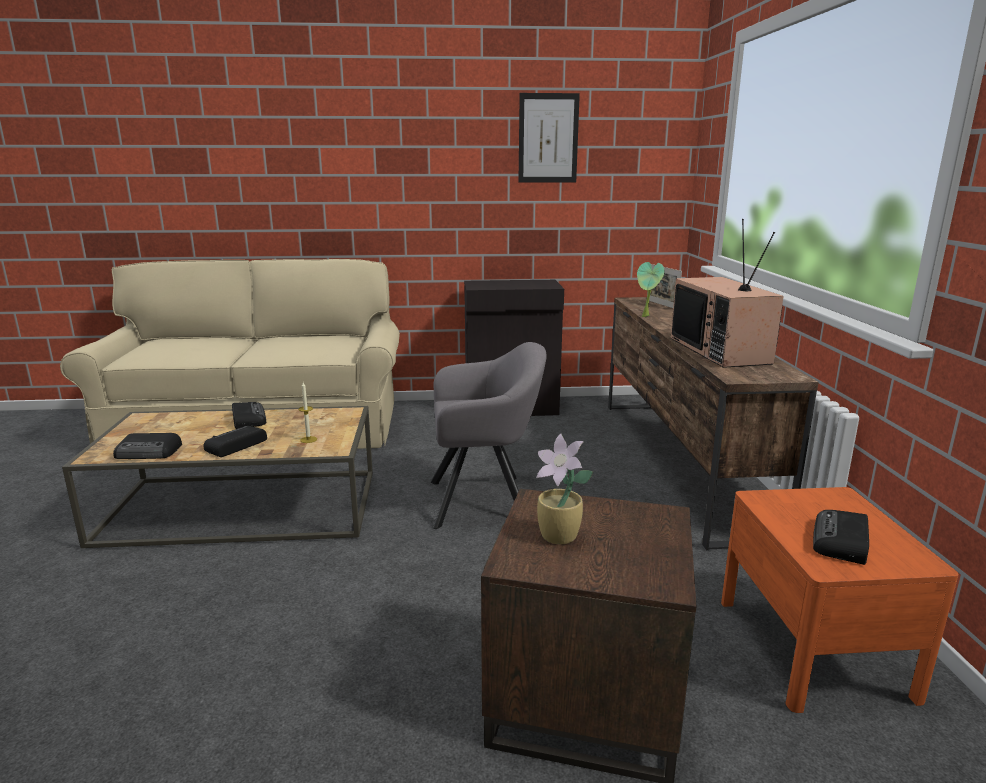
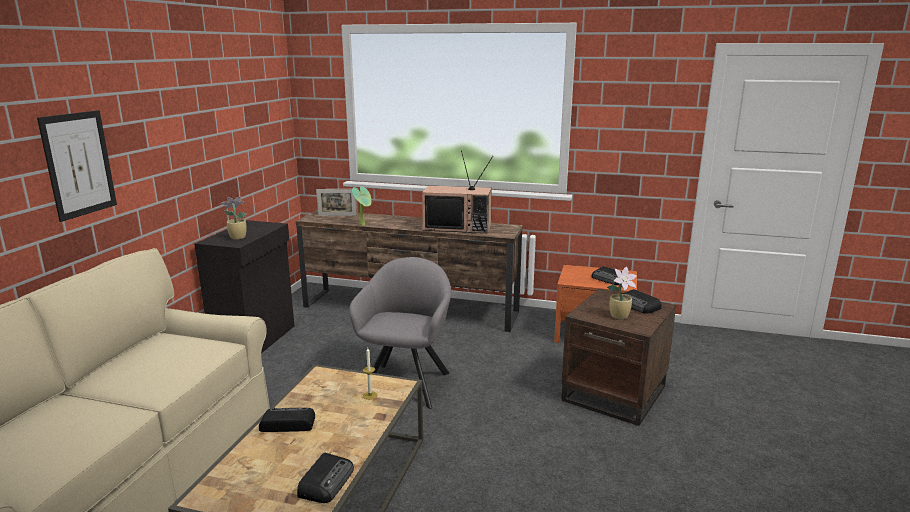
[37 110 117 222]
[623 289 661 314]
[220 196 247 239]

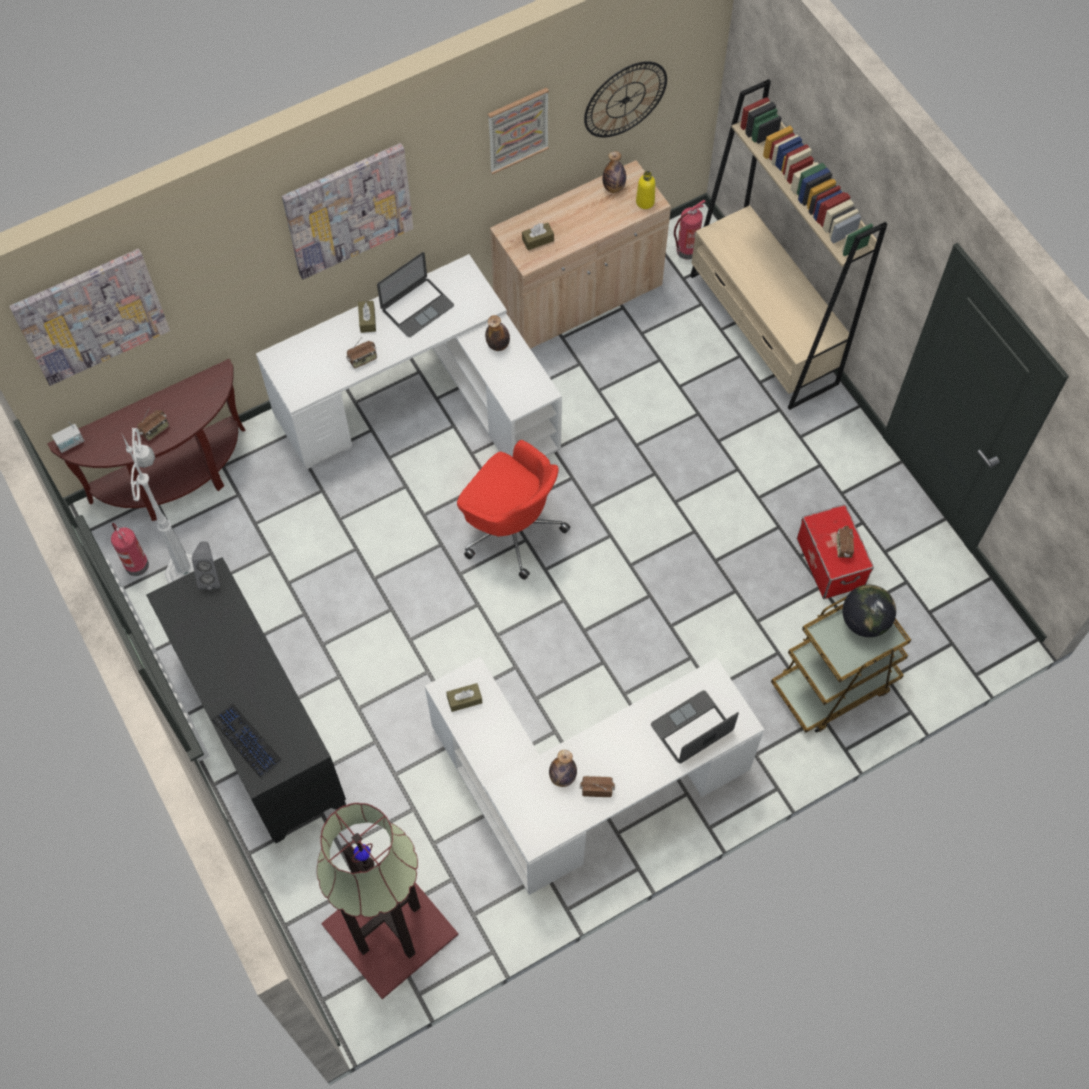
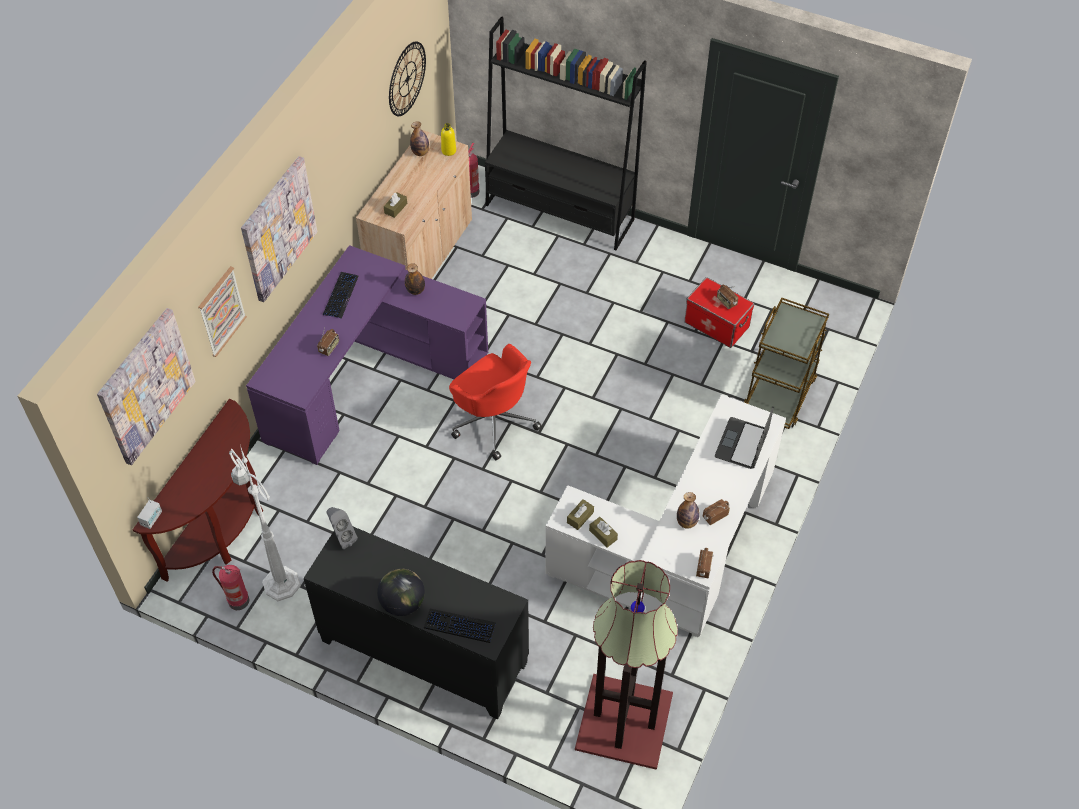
[485 16 647 250]
[198 266 247 357]
[323 272 359 319]
[246 245 488 465]
[589 517 618 547]
[696 548 714 578]
[449 344 542 460]
[377 568 425 616]

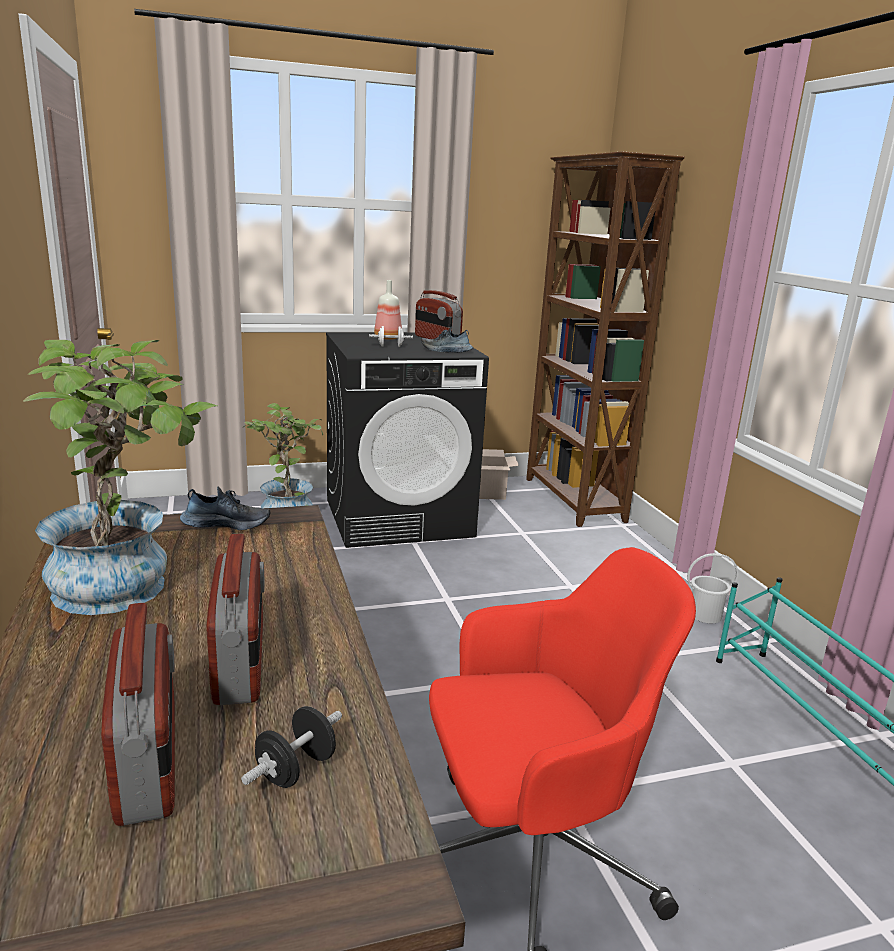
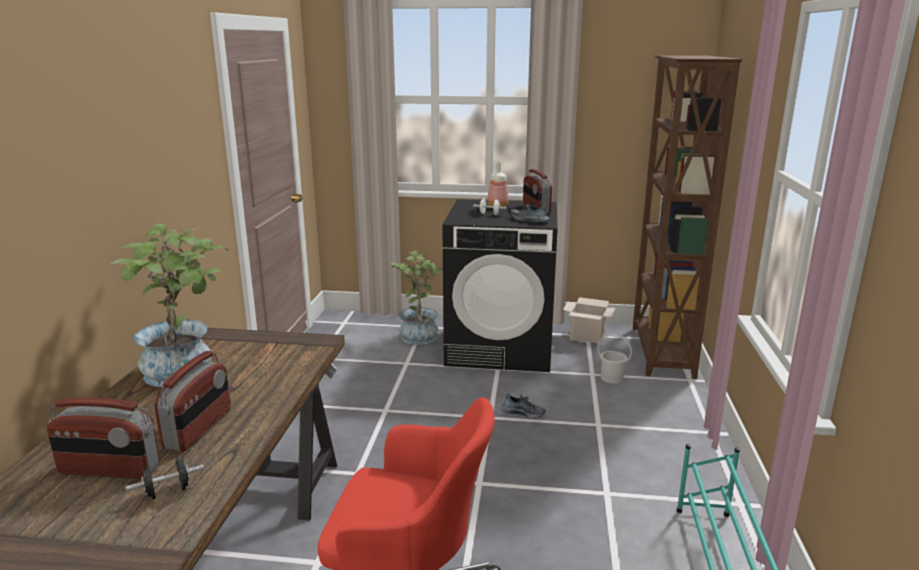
[501 394 546 419]
[597 334 632 384]
[47 398 160 479]

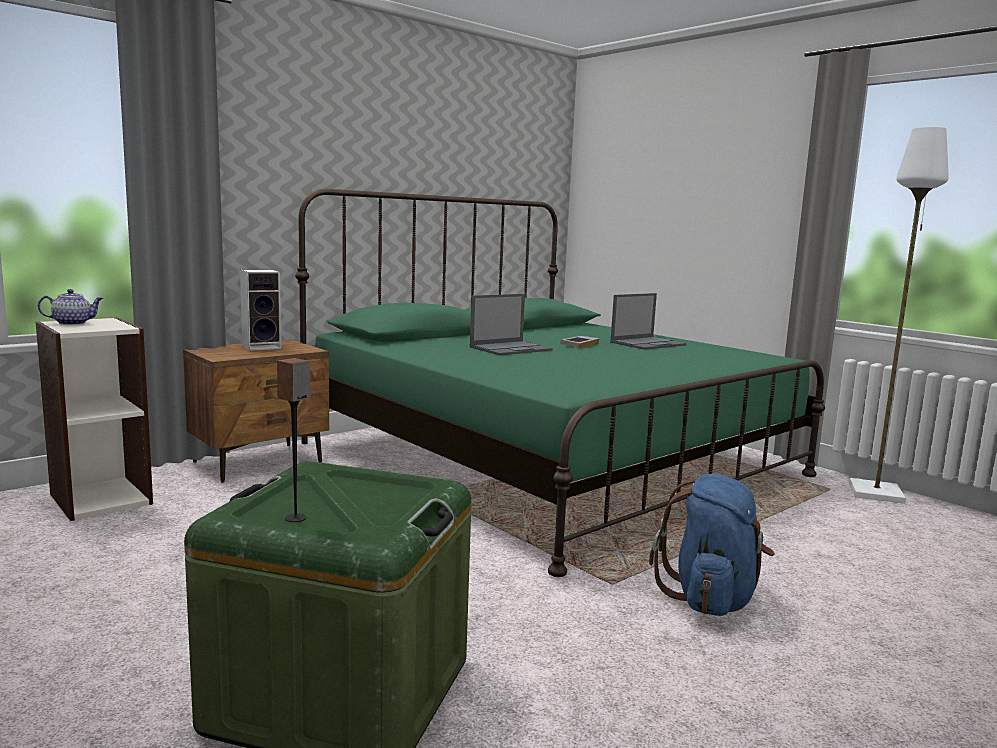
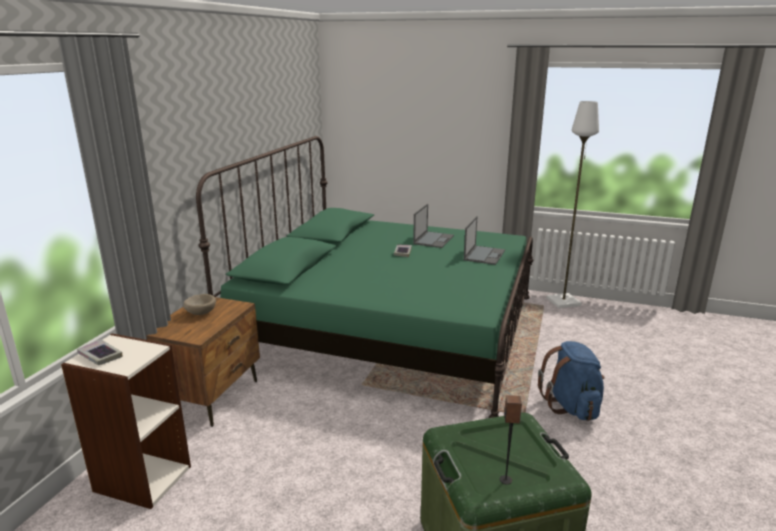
[183 294 216 315]
[77 339 123 365]
[464 216 505 265]

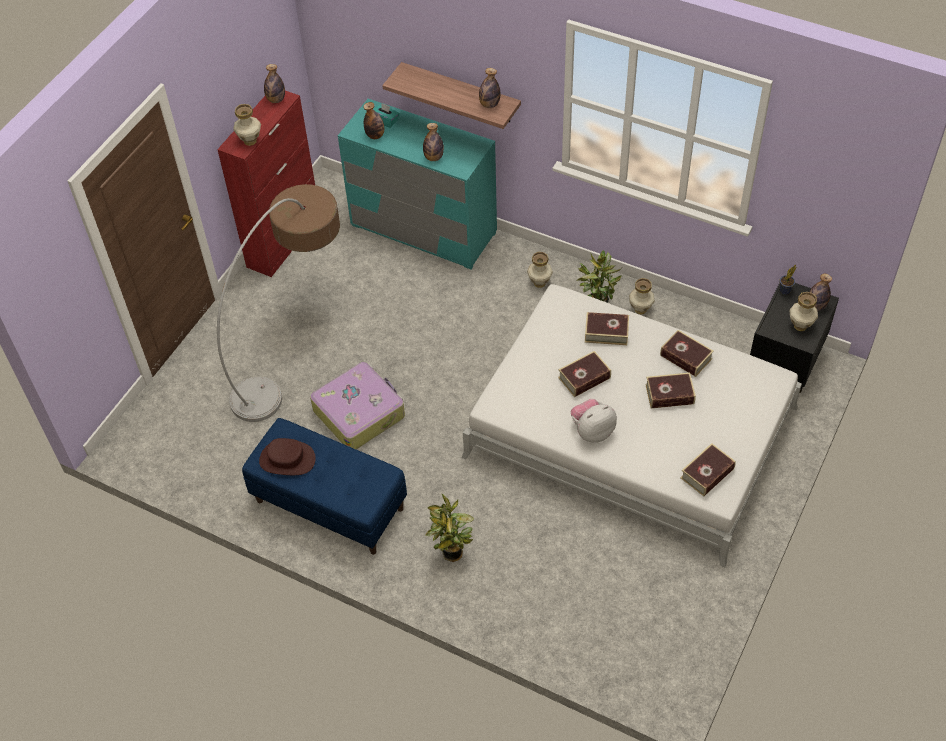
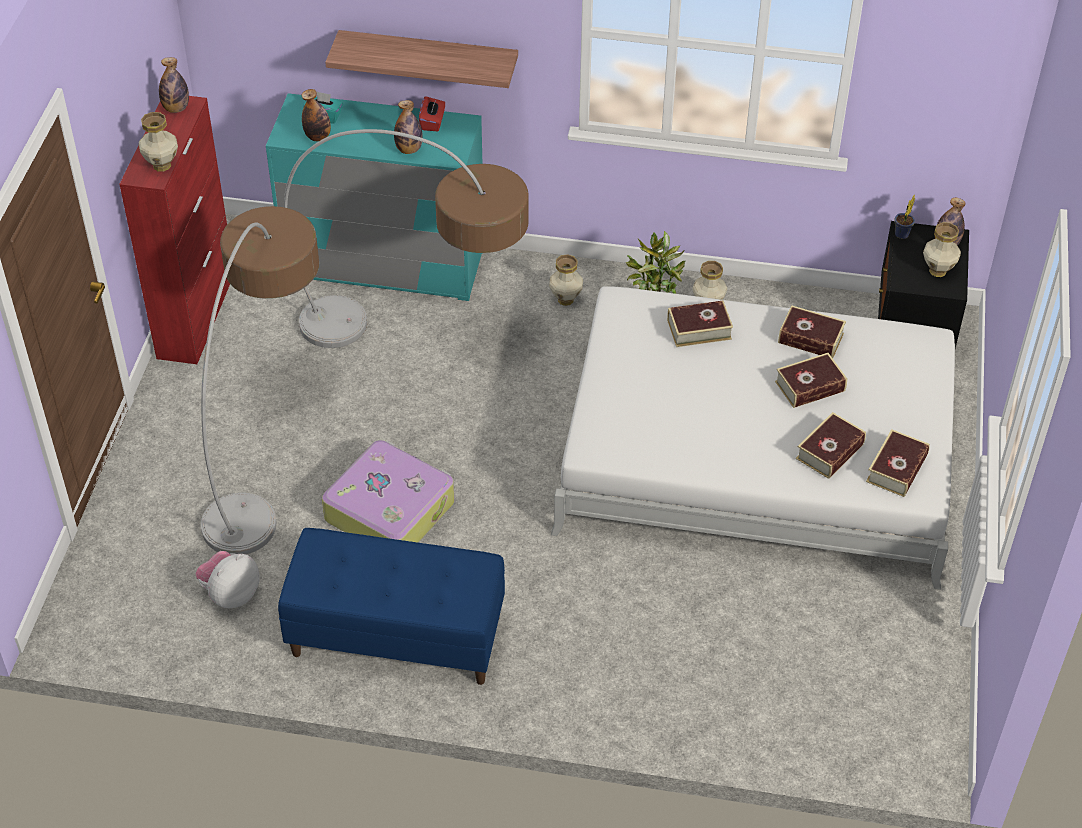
[479 68 500 108] (first image)
[796 412 866 479]
[196 551 260 608]
[259 438 316 475] (first image)
[425 494 474 562] (first image)
[419 96 445 131]
[284 129 529 348]

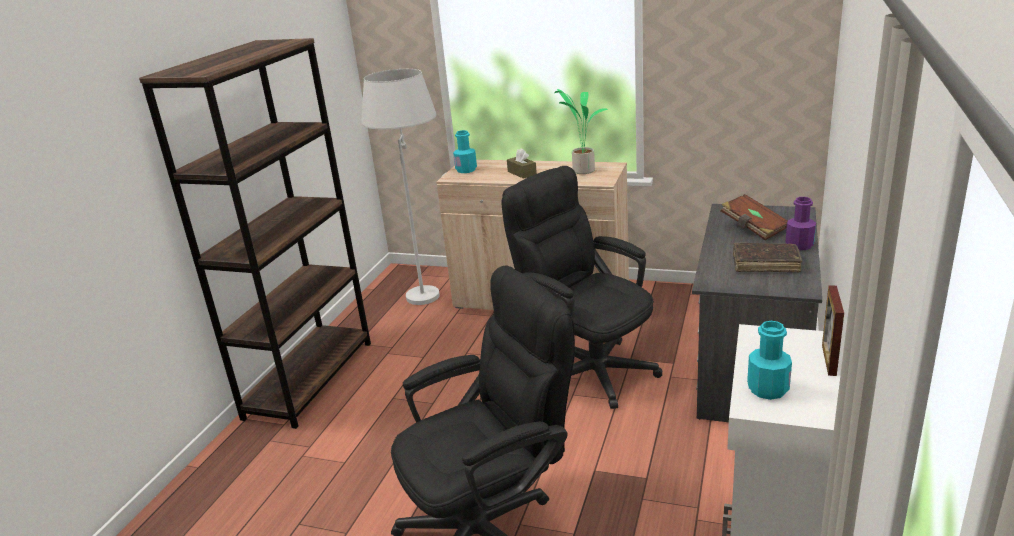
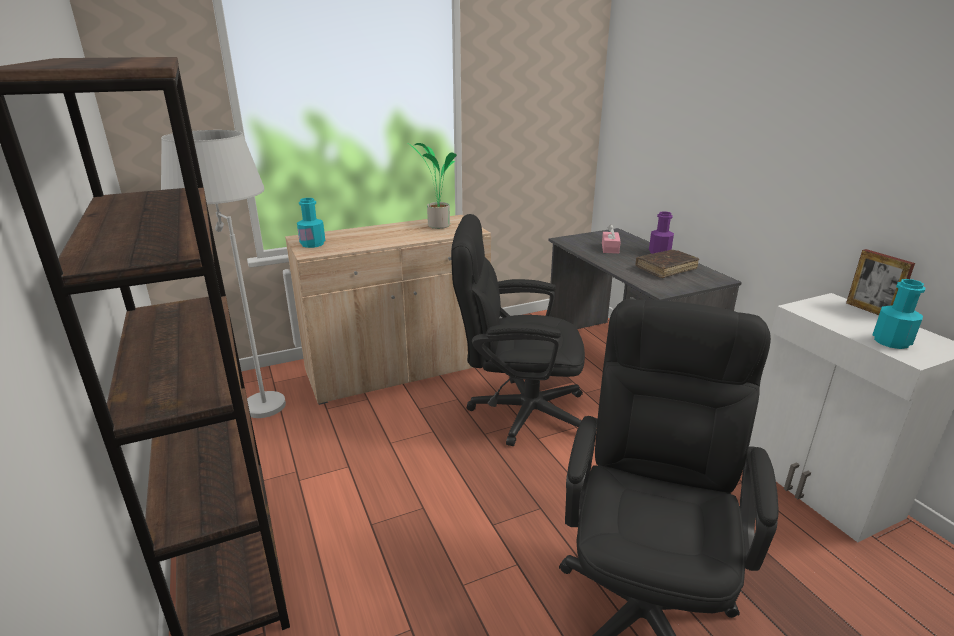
[507 148 537 179] (first image)
[602 224 621 254]

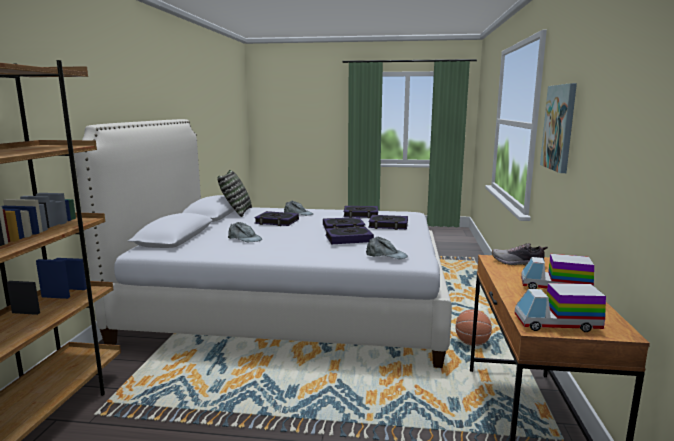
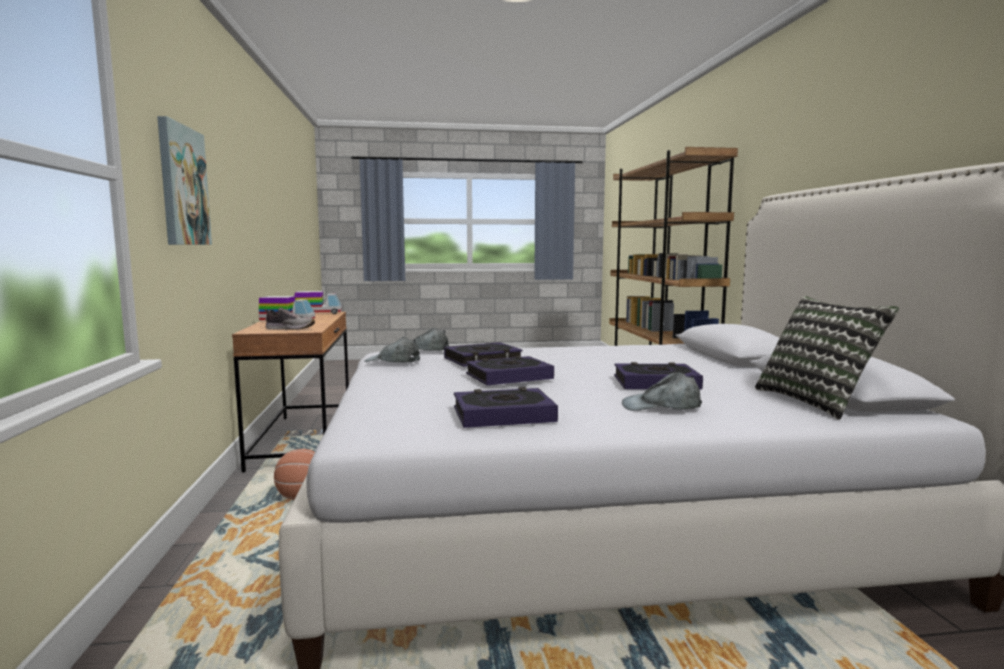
[368 215 408 230] (first image)
[364 337 420 362]

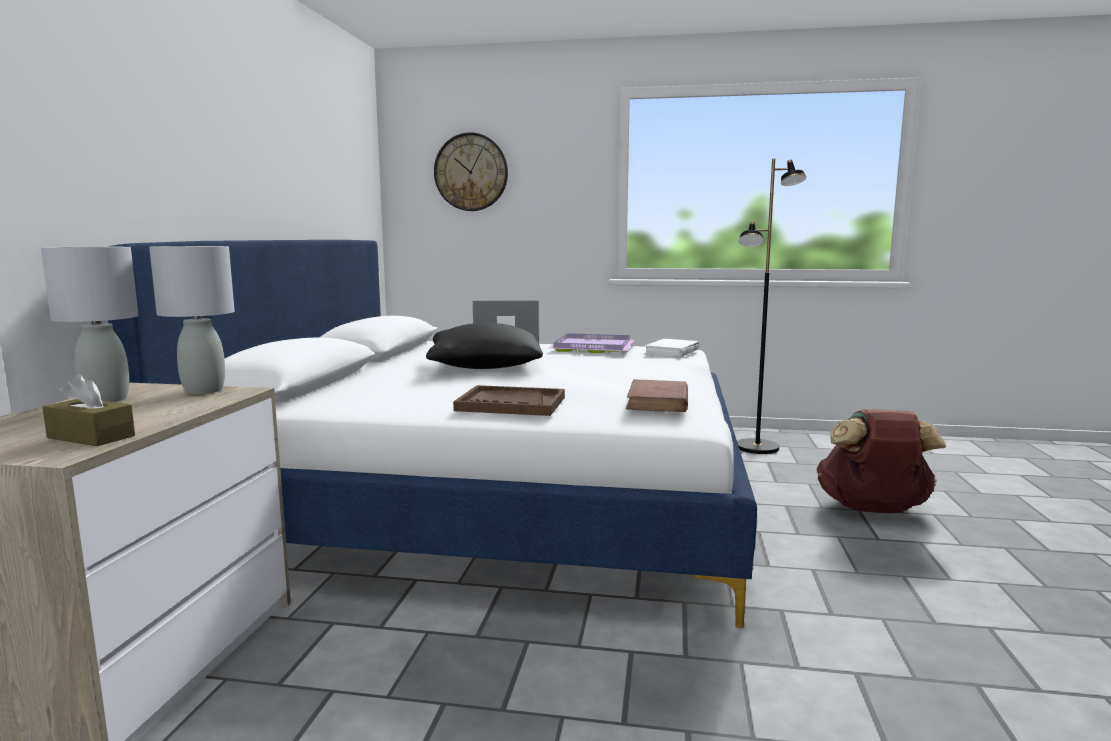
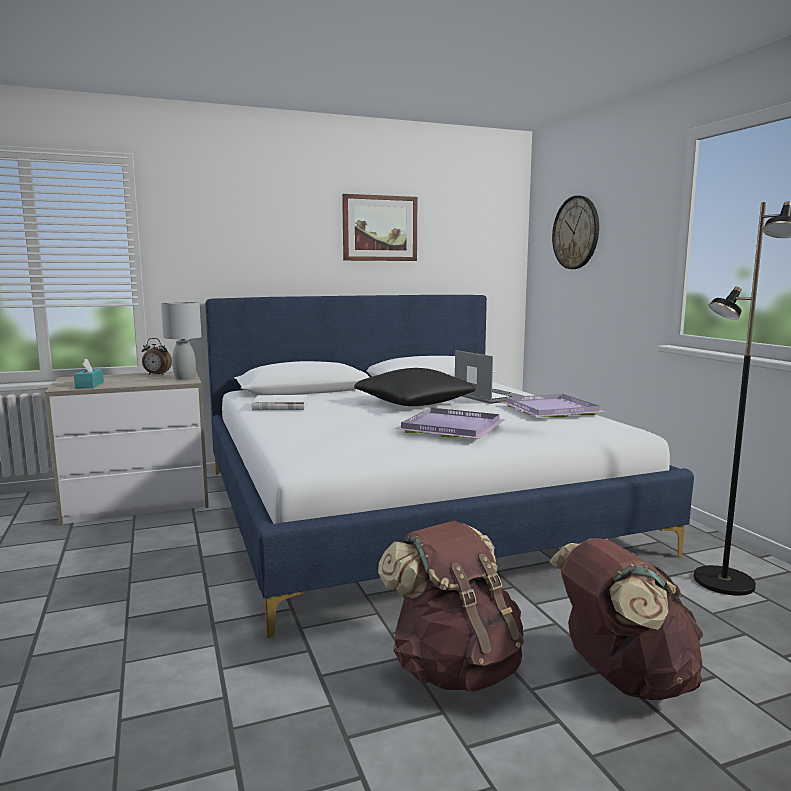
[142 338 172 375]
[252 395 308 410]
[74 358 104 389]
[626 380 688 412] (first image)
[453 385 565 416] (first image)
[342 194 417 261]
[394 408 506 439]
[378 521 524 692]

